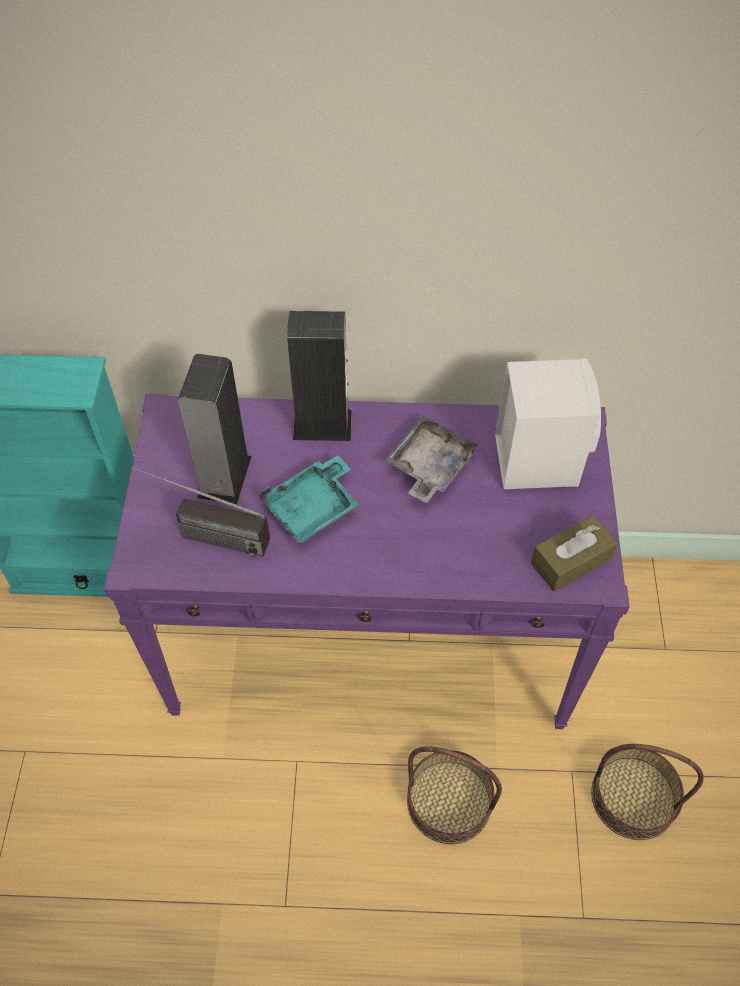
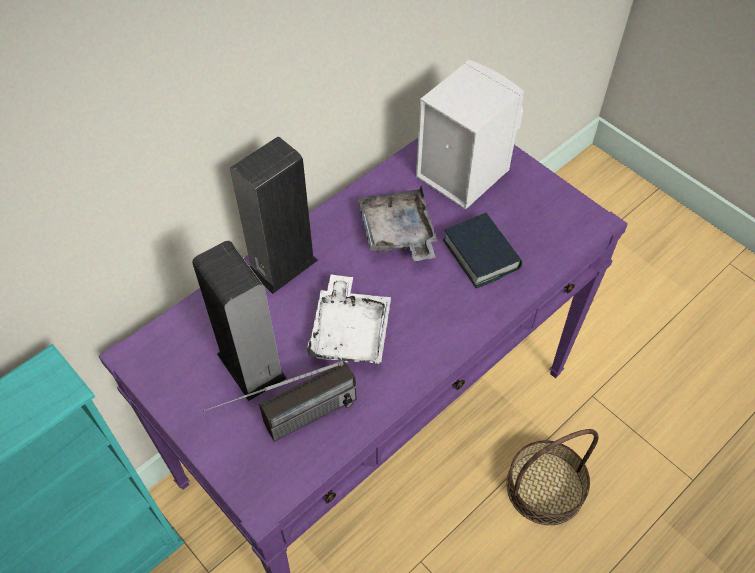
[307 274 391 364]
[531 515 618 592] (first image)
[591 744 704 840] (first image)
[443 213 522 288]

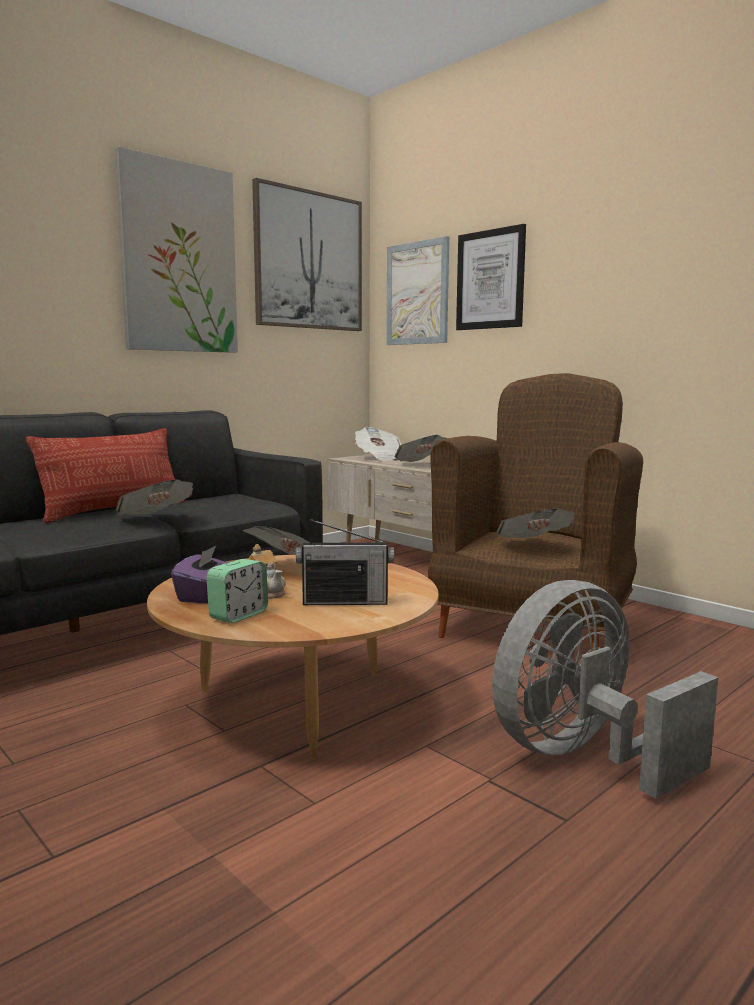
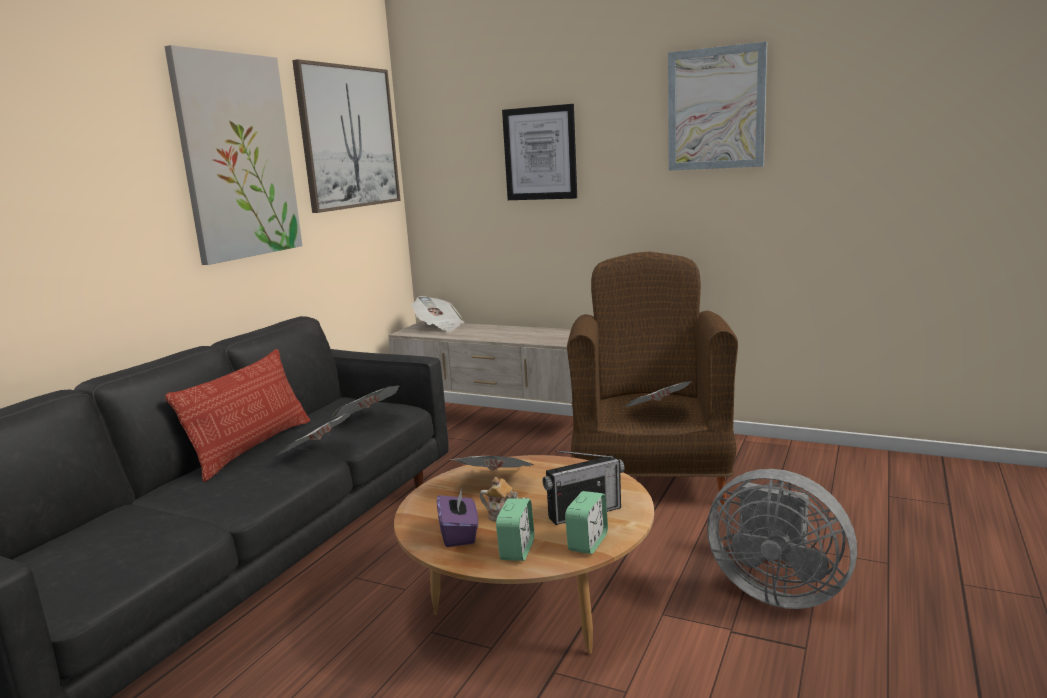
[668 41 767 171]
[330 386 400 419]
[707 469 857 609]
[565 491 608 554]

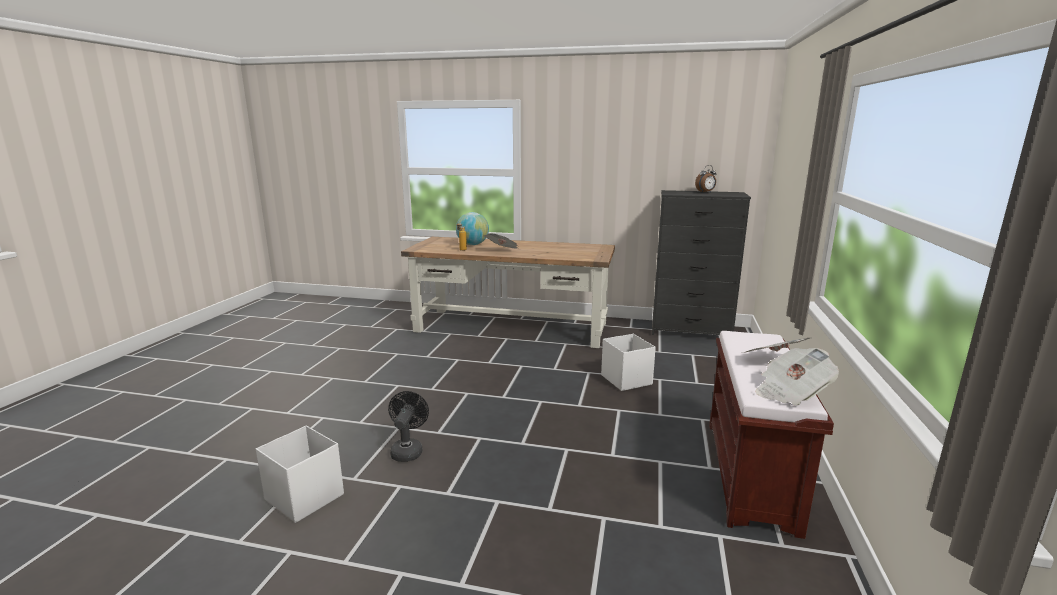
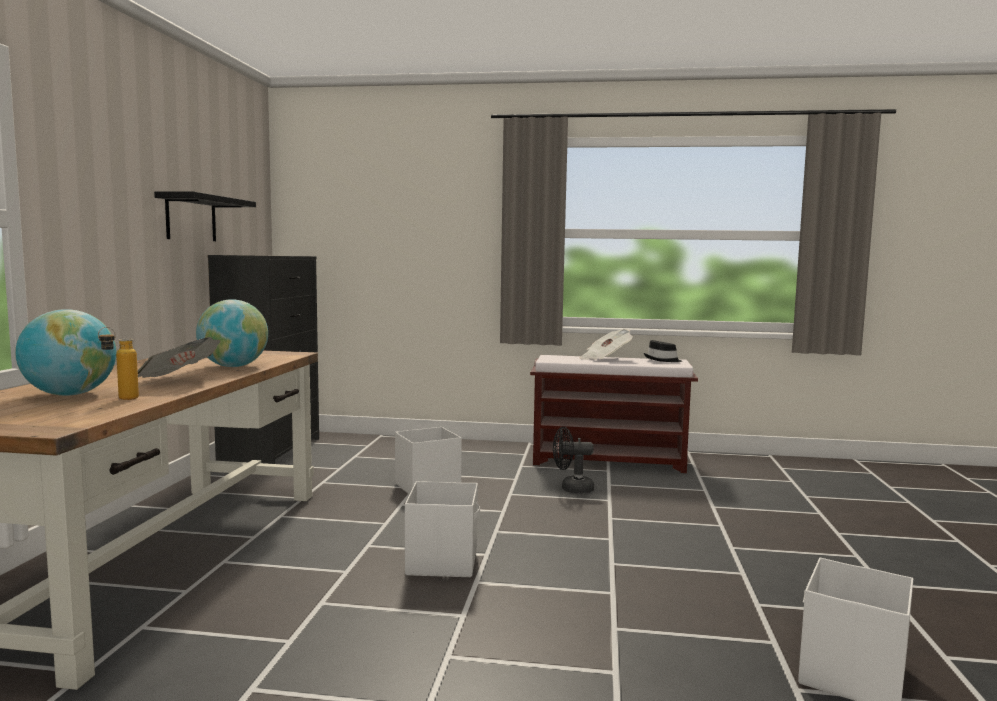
[695 165 716 192] (first image)
[644 340 682 362]
[553 427 594 493]
[154 191 256 241]
[196 299 268 367]
[405 481 480 577]

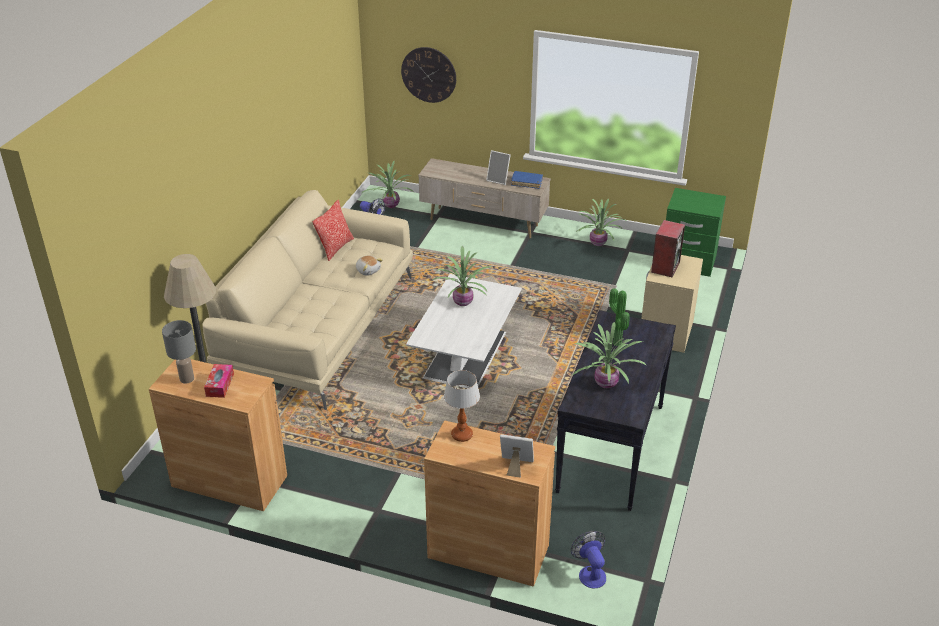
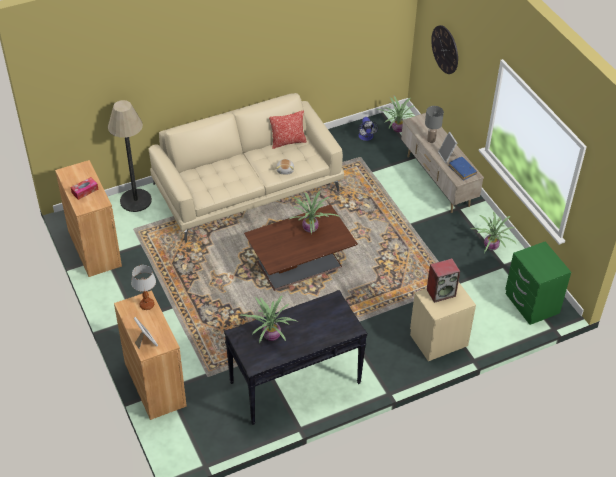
[244 204 358 291]
[609 289 630 346] (first image)
[425 106 444 143]
[571 531 606 589] (first image)

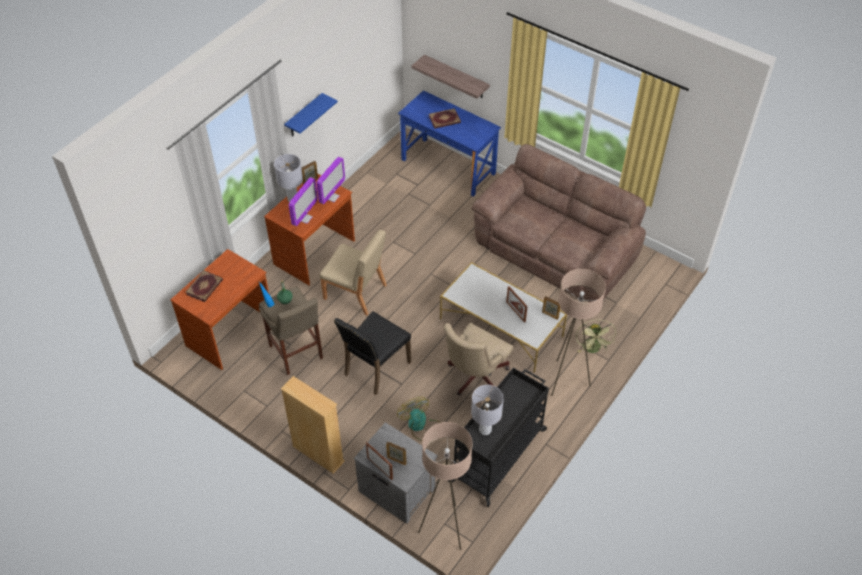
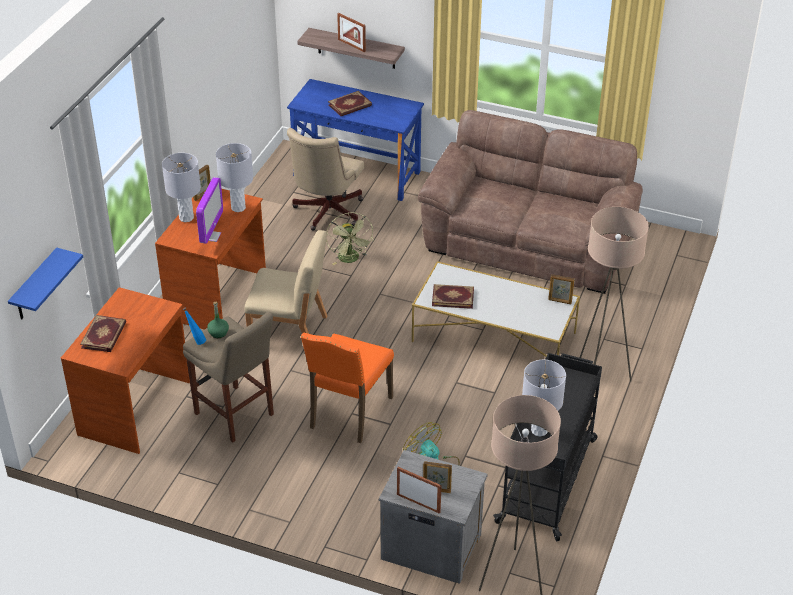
[8 248 83 320]
[216 143 253 212]
[337 13 366 52]
[301 333 394 443]
[326 212 374 265]
[287 128 364 230]
[281 376 345 474] (first image)
[432 284 474 309]

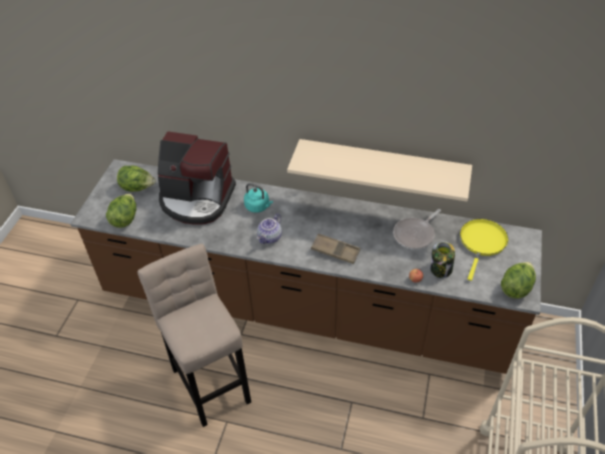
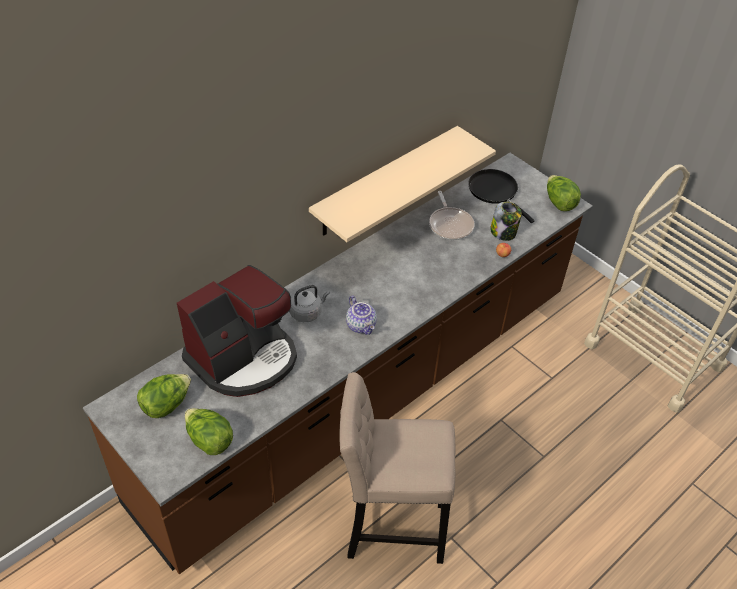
[289 285 330 322]
[468 169 535 223]
[311 233 360 264] (first image)

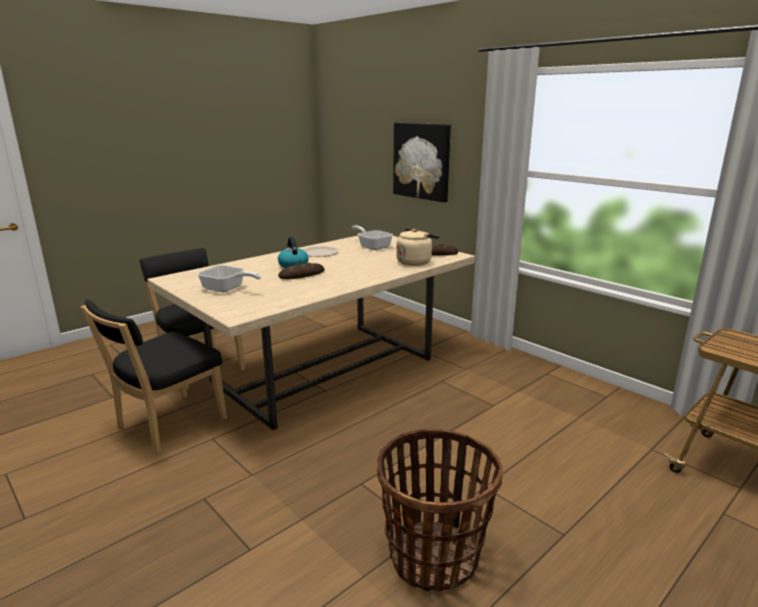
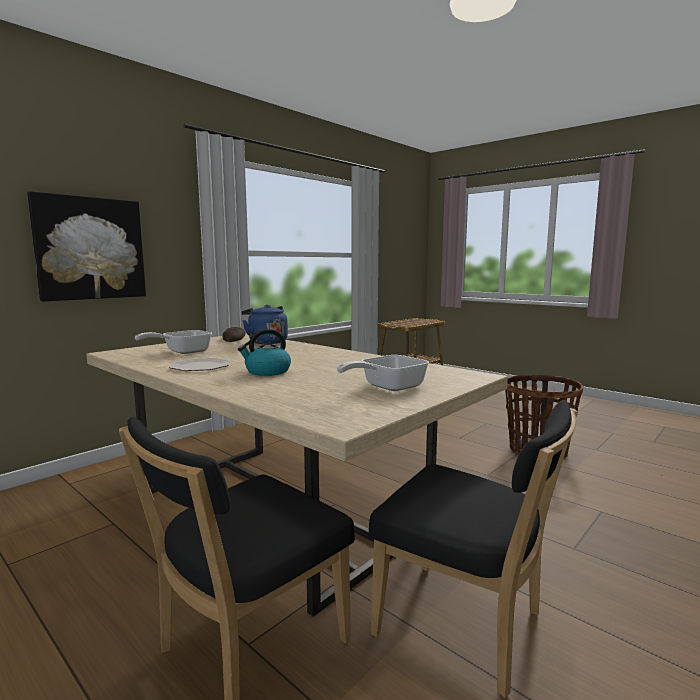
[241 305 288 344]
[278 263 325 279] (first image)
[337 355 429 391]

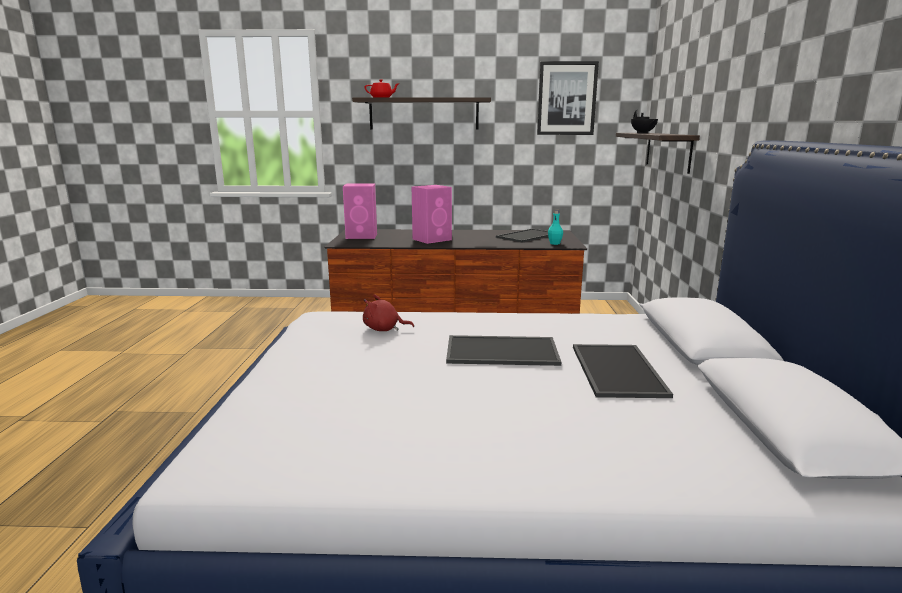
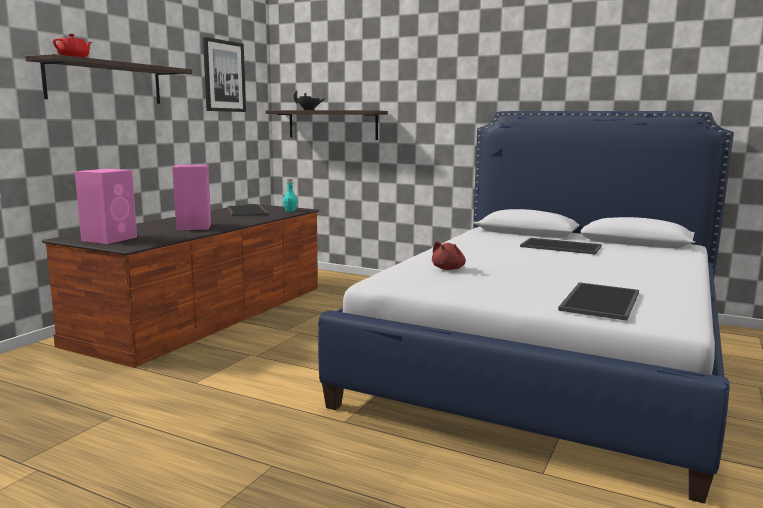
[558 282 639 321]

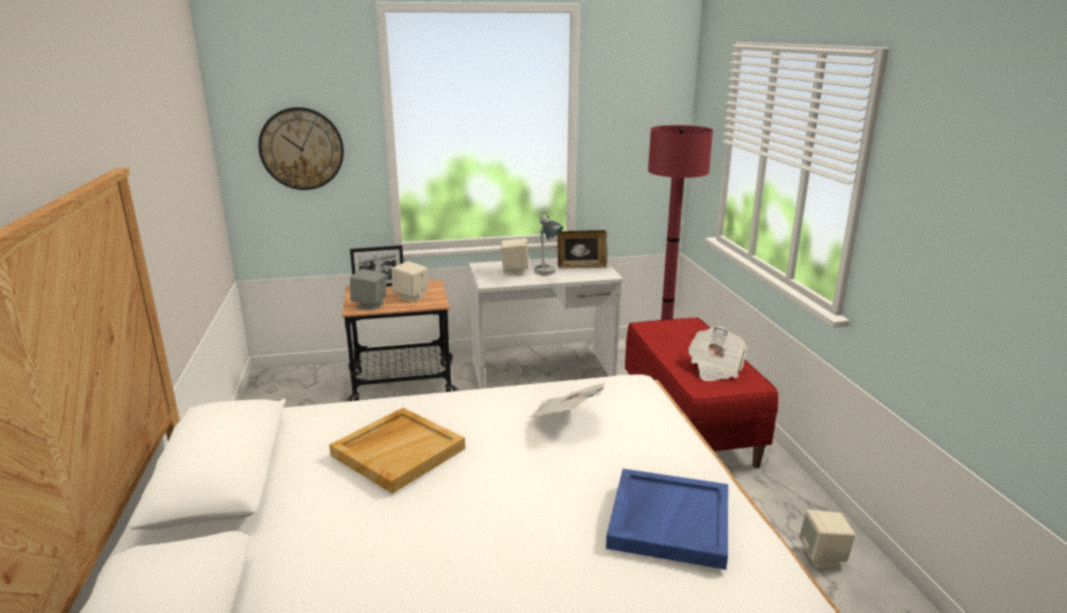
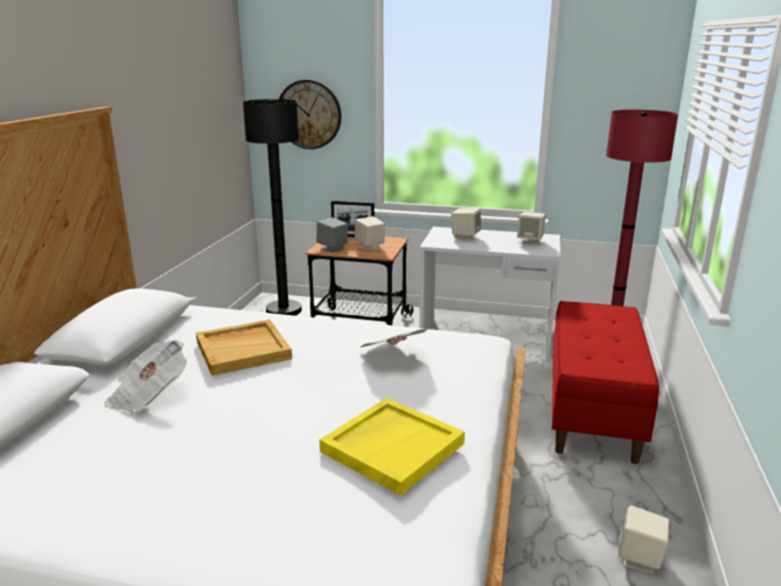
[535 215 563 275] (first image)
[517 212 546 246]
[104 340 187 413]
[319 398 465 496]
[243 99 302 315]

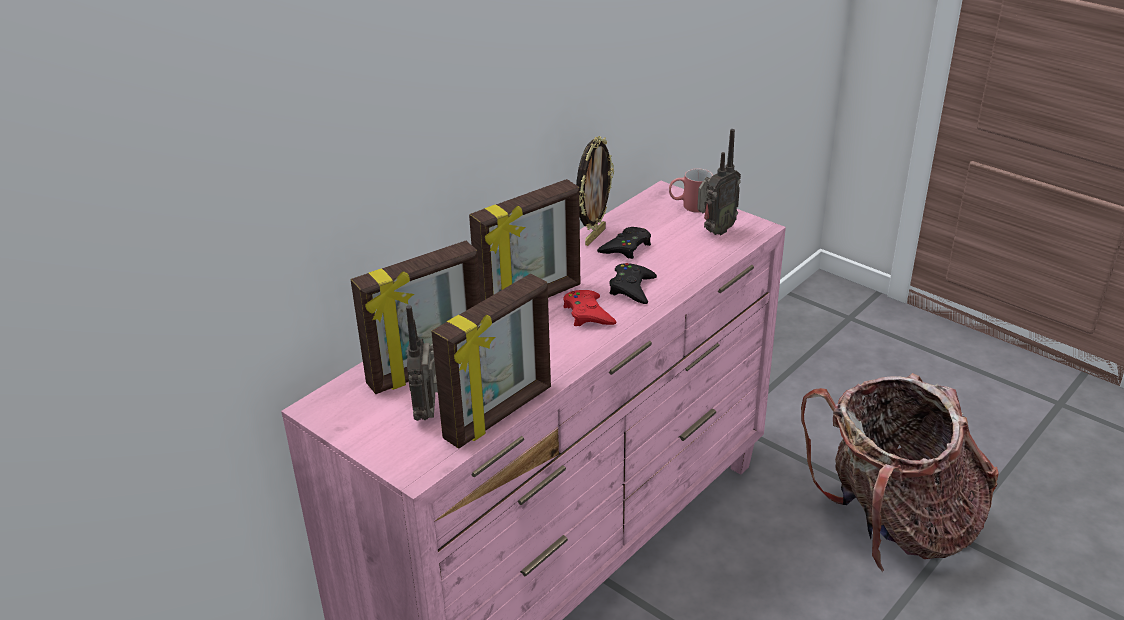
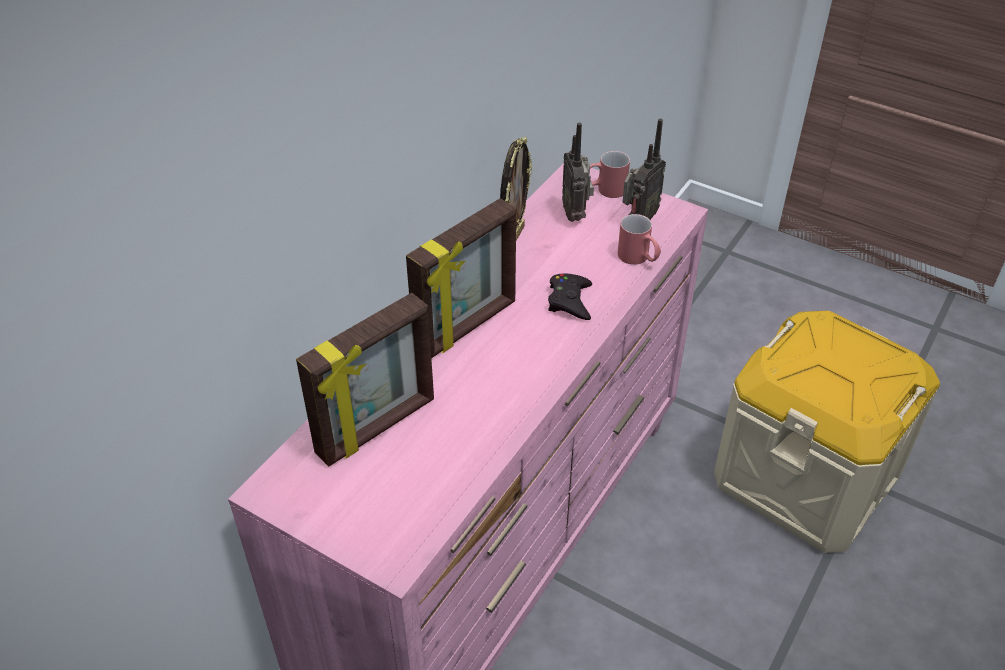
[597 227 651 259] (first image)
[431 274 551 449] (first image)
[563 290 617 326] (first image)
[562 123 594 222]
[714 311 940 553]
[618 214 661 265]

